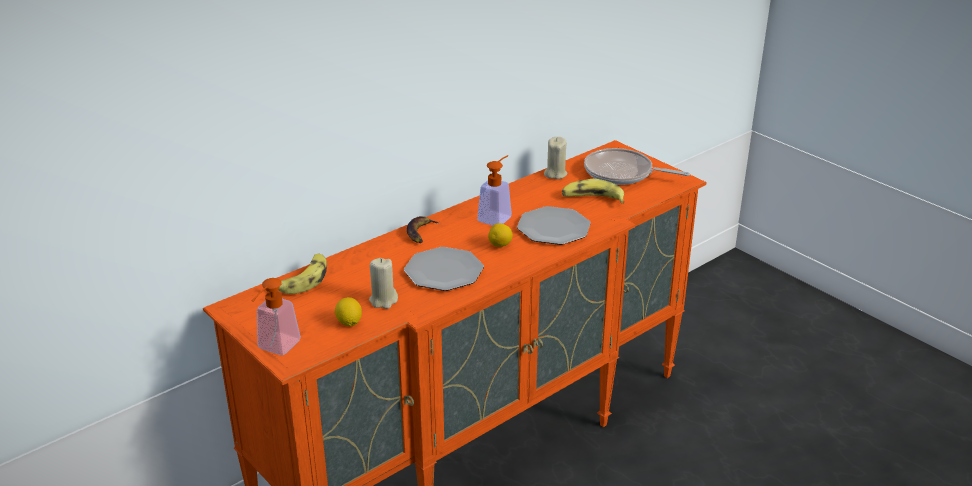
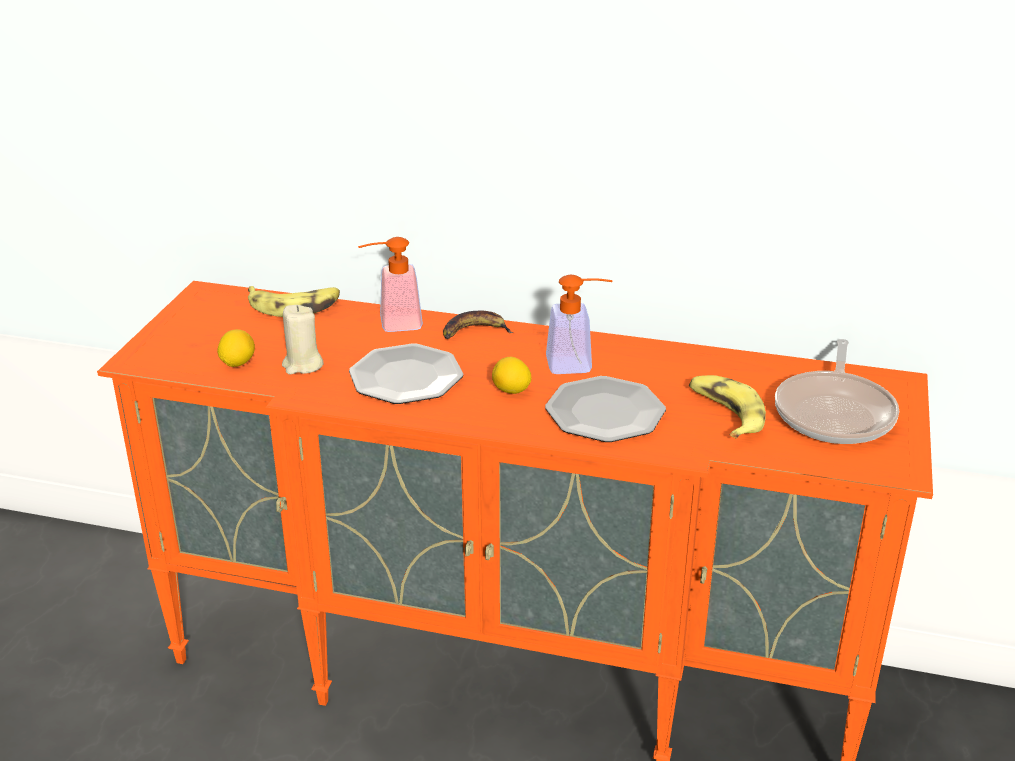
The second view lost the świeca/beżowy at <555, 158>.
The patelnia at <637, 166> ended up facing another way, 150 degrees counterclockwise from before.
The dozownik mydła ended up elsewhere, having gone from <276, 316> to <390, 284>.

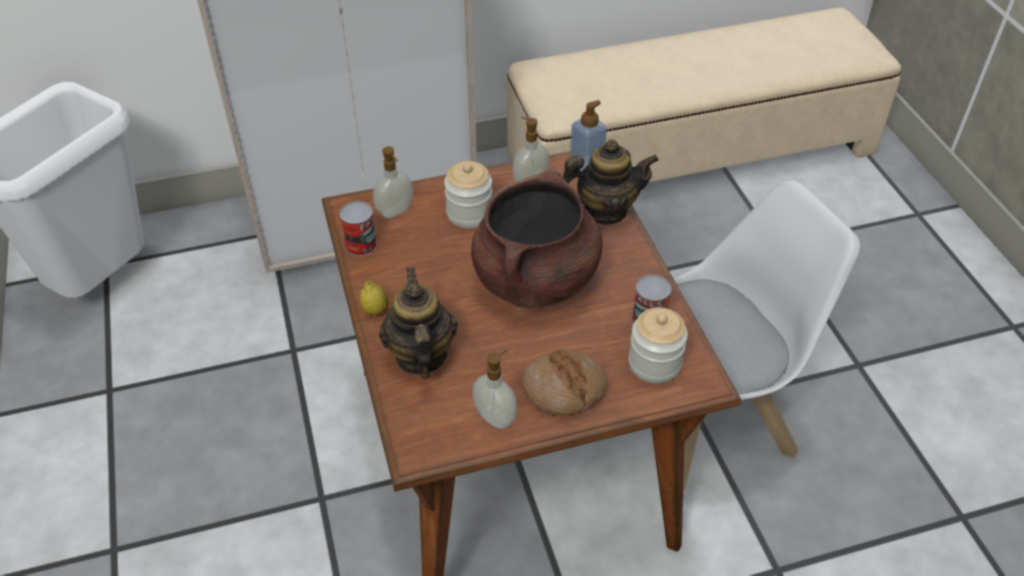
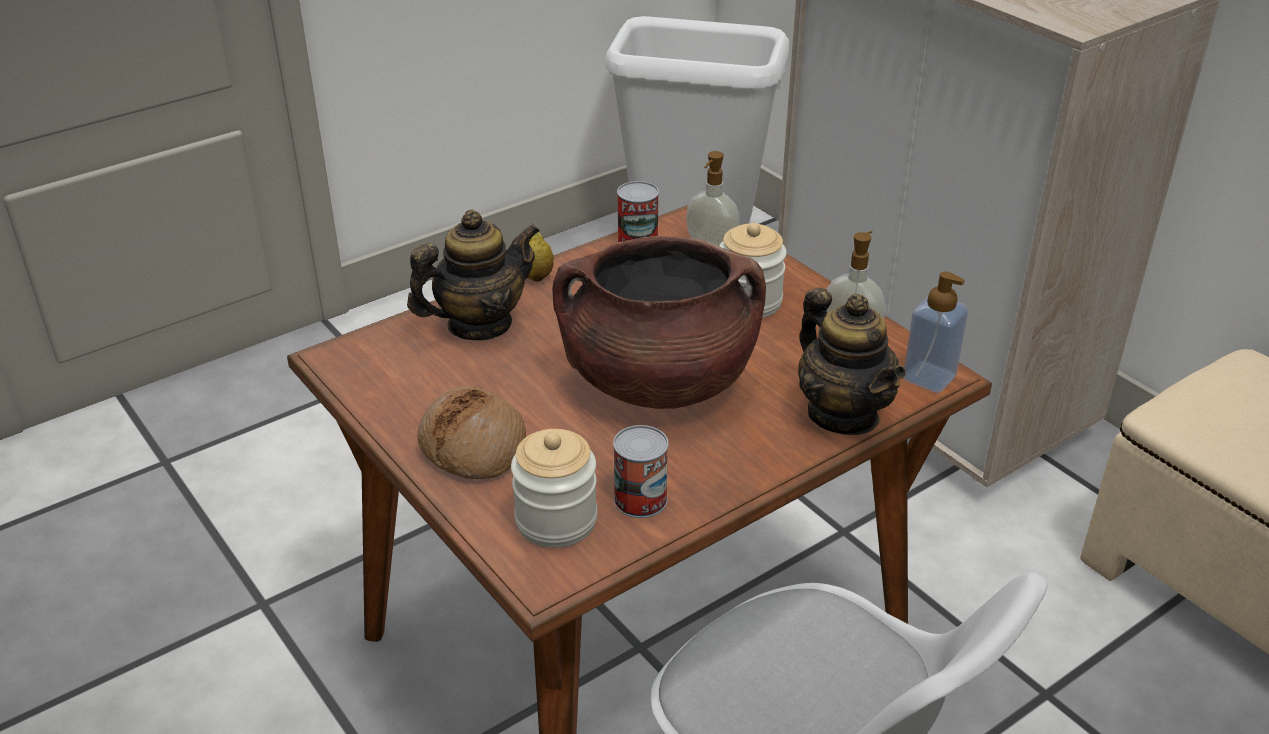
The second view lost the dozownik mydła at <495, 389>.

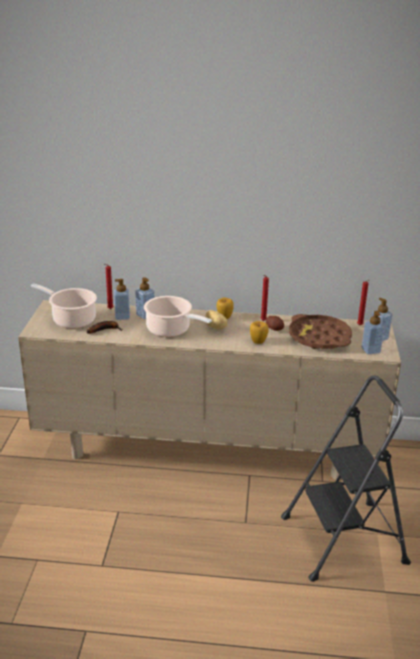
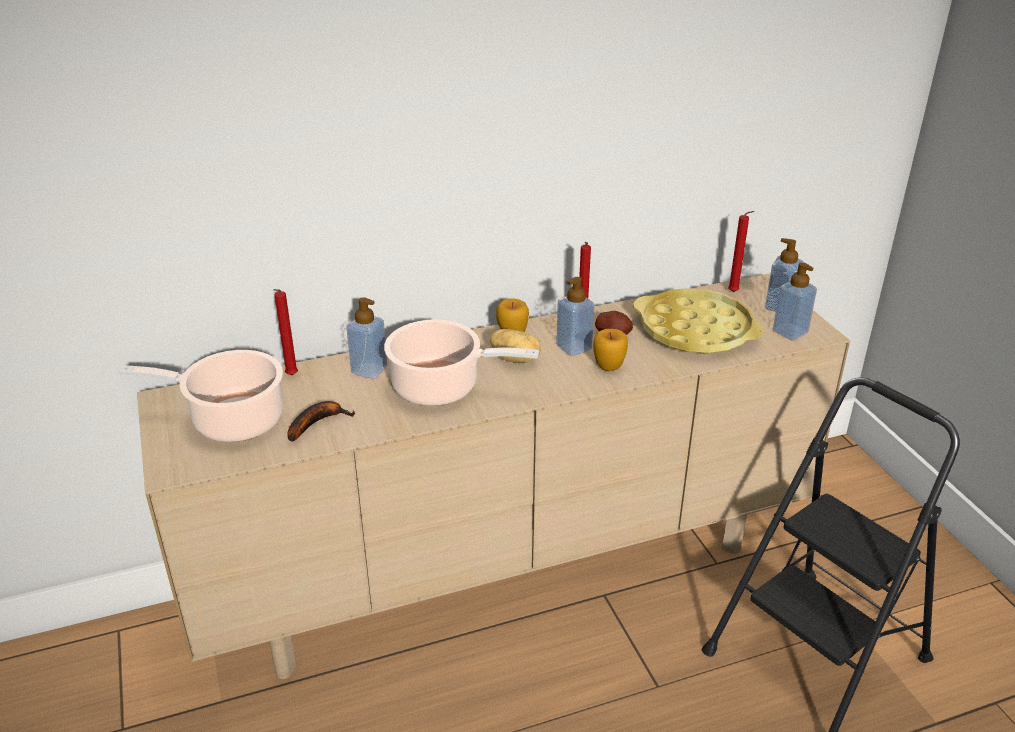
The dozownik mydła ended up elsewhere, having gone from <122, 299> to <575, 316>.
What was the taca/brązowy at <320, 331> turned into the taca/żółty at <698, 321>.

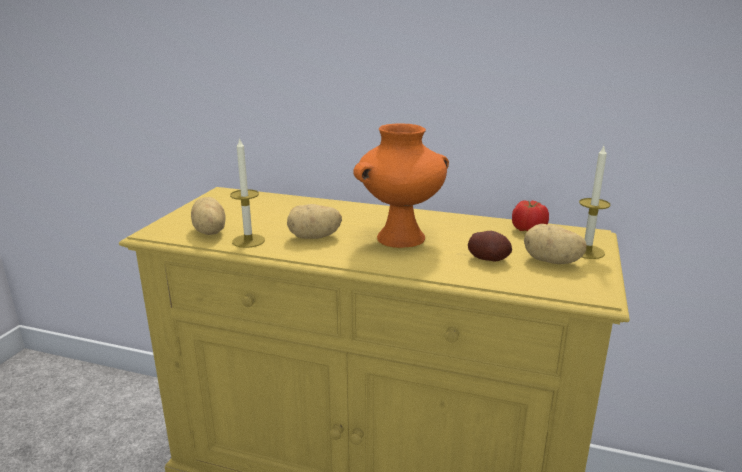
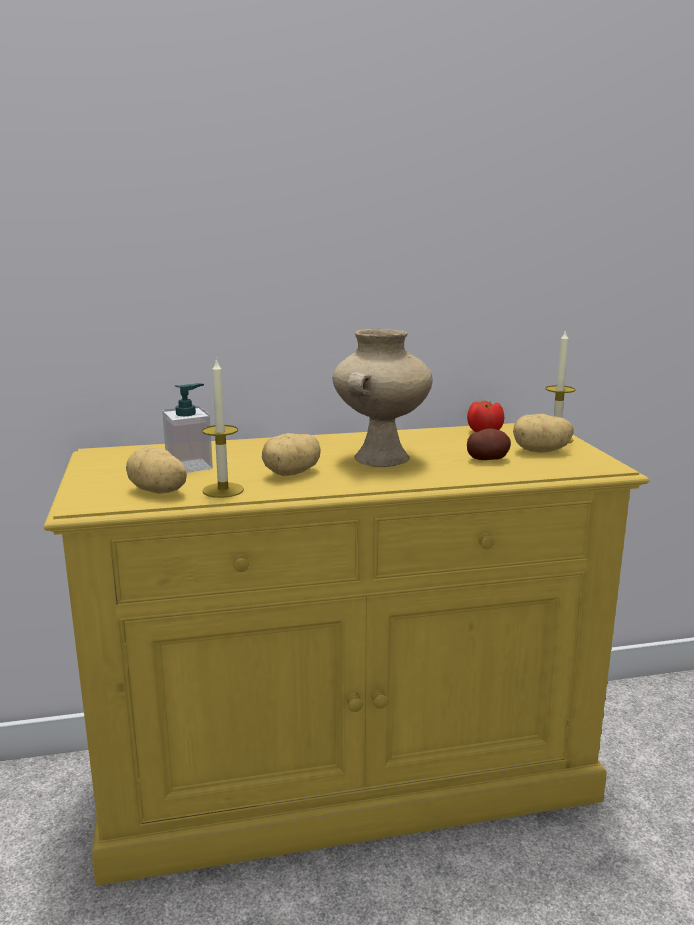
What was the wazon/pomarańczowy at <401, 185> turned into the wazon/beżowy at <383, 398>.
The second view gained the dozownik mydła at <187, 428>.

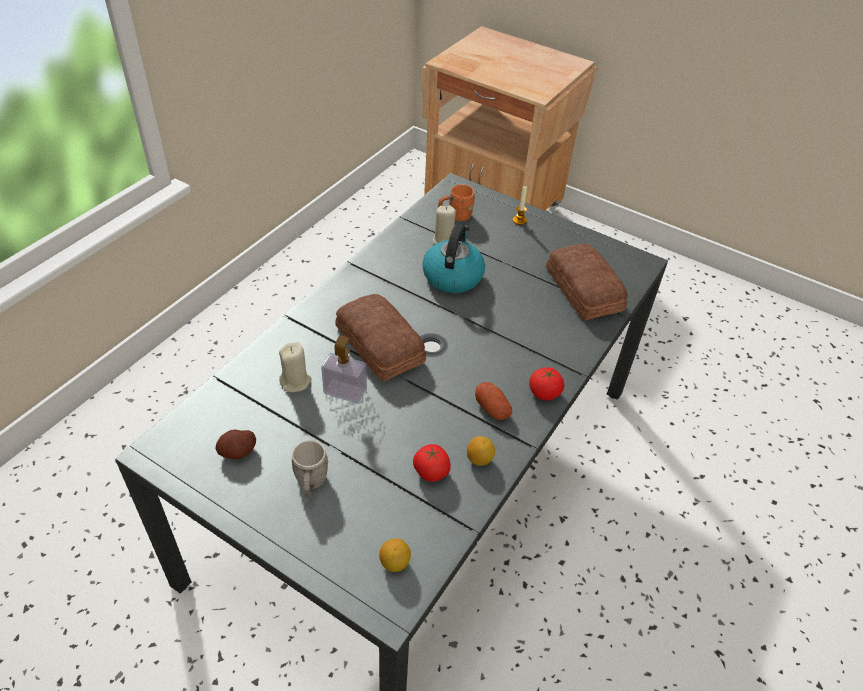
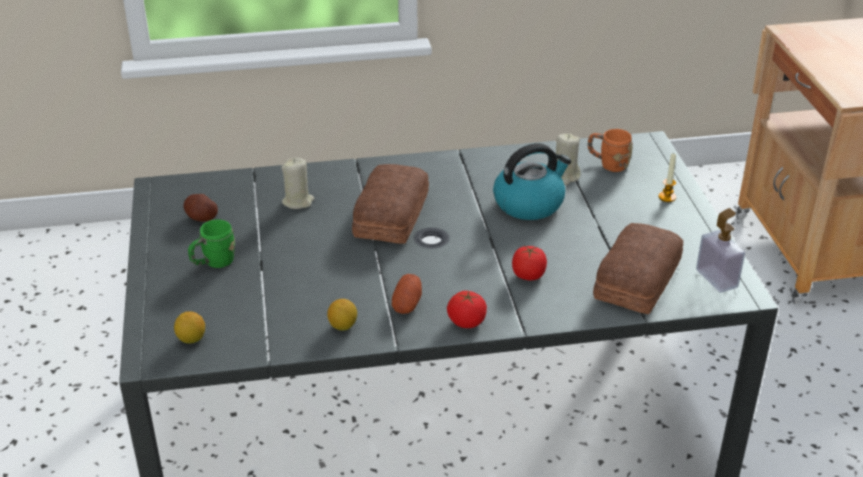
The dozownik mydła ended up elsewhere, having gone from <344, 369> to <720, 250>.
What was the kubek/szary at <310, 469> turned into the kubek/zielony at <211, 244>.
The pomidor ended up elsewhere, having gone from <432, 463> to <529, 263>.

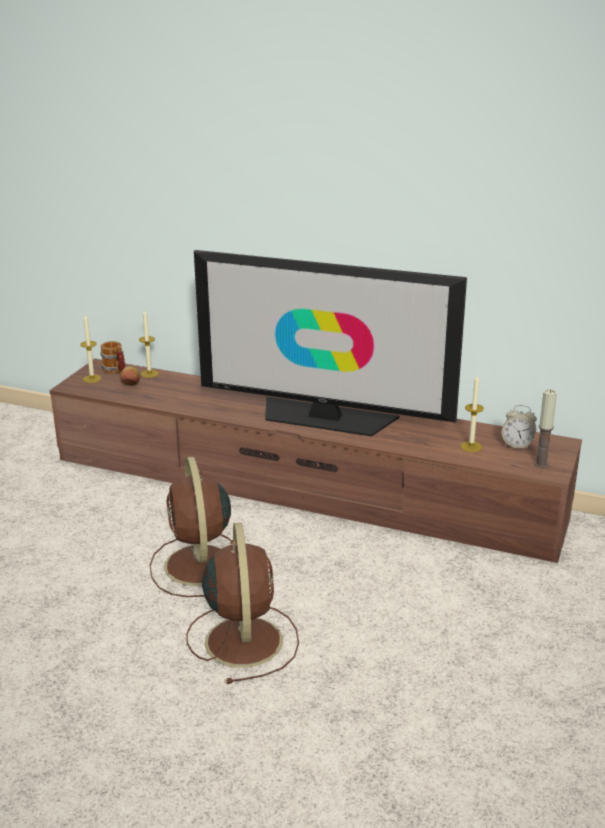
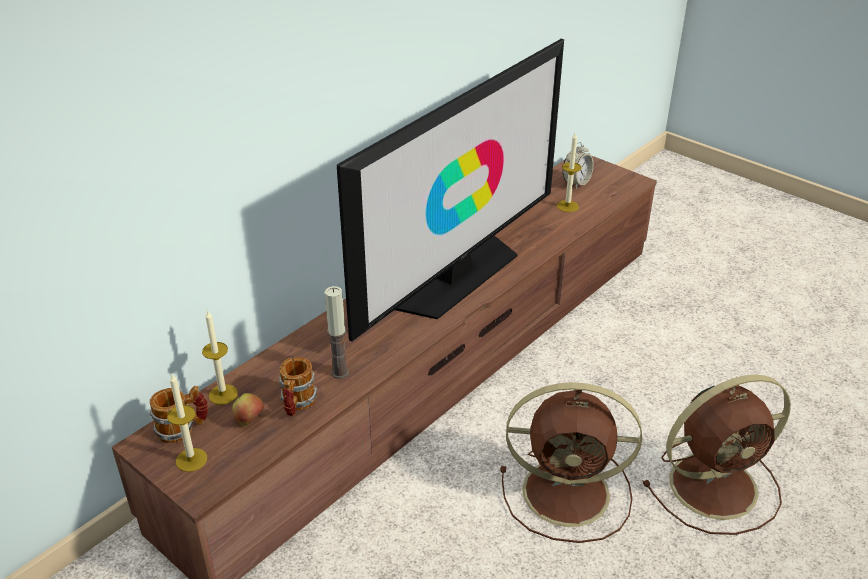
The świeca ended up elsewhere, having gone from <546, 428> to <337, 332>.
The wentylator/brązowy at <242, 603> ended up facing another way, 150 degrees clockwise from before.
The second view gained the kubek at <298, 387>.

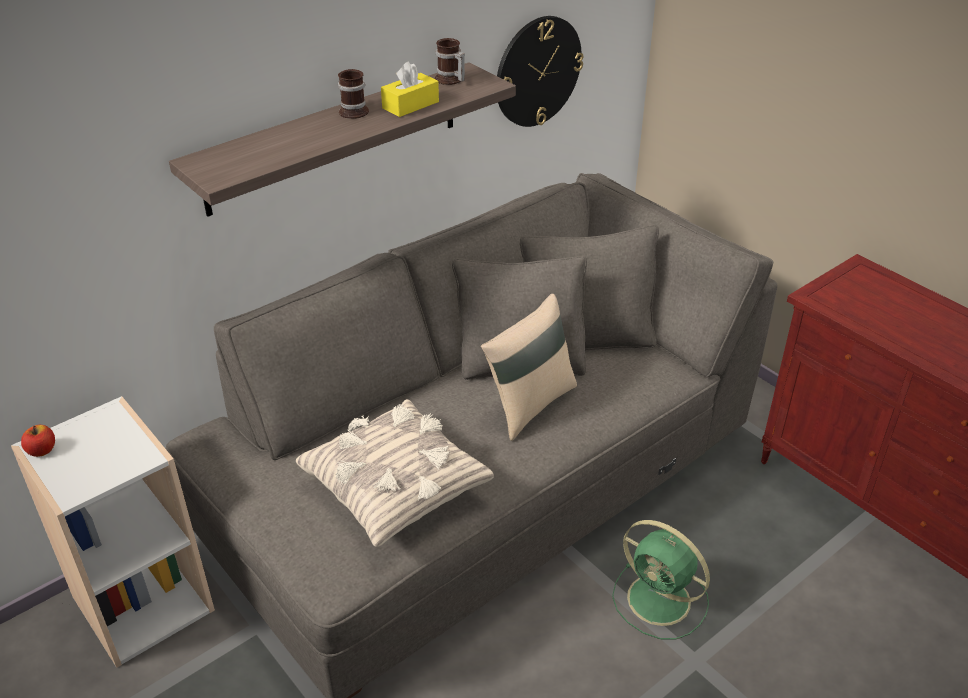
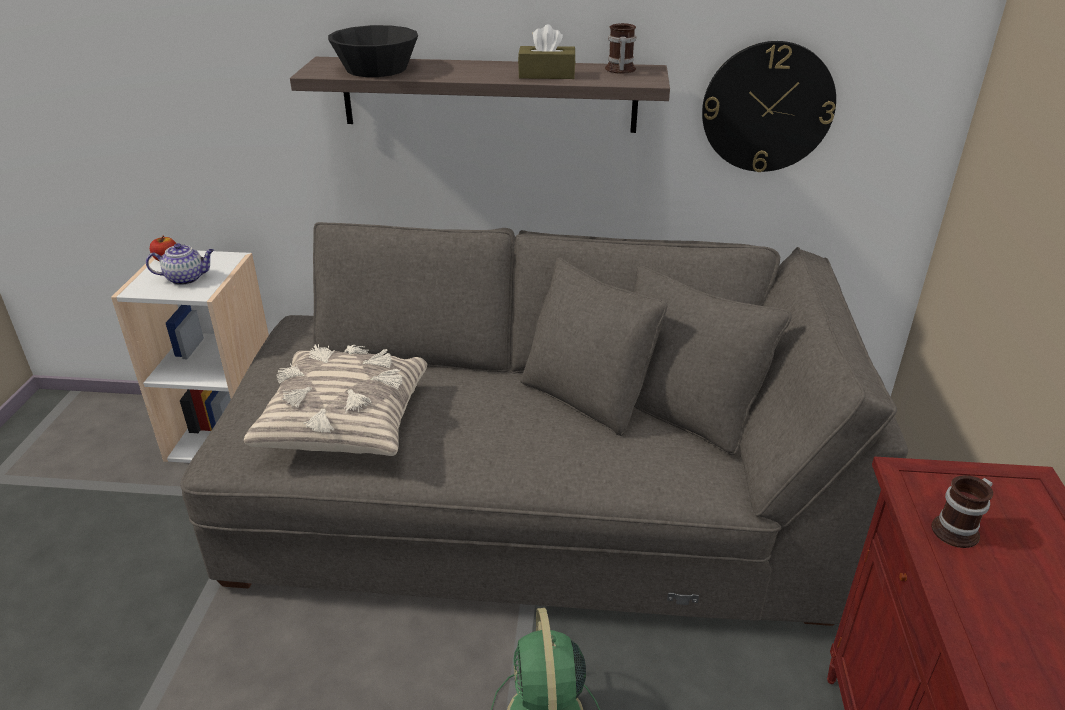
What was the pudełko chusteczek/żółty at <410, 89> turned into the pudełko chusteczek/brązowy at <547, 51>.
The kubek ended up elsewhere, having gone from <353, 94> to <962, 511>.
The second view lost the poduszka/beżowy at <529, 367>.
The second view gained the miska/czarny at <373, 51>.
The second view gained the imbryk at <180, 264>.

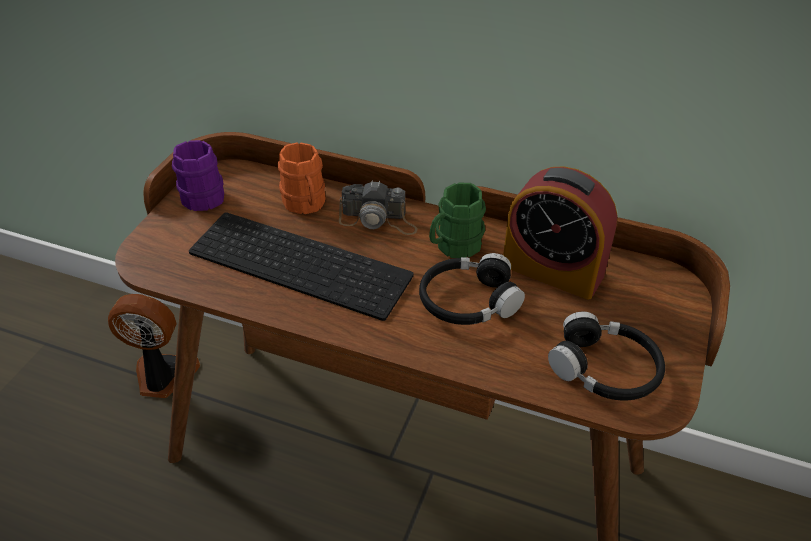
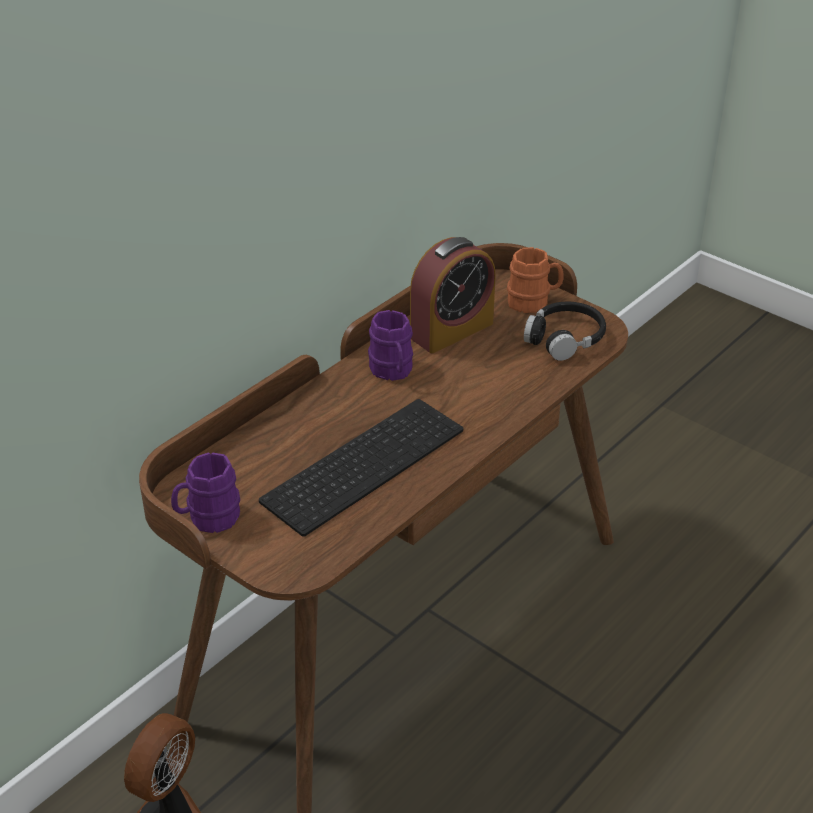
The kubek/pomarańczowy ended up elsewhere, having gone from <302, 178> to <535, 280>.
The second view lost the aparat fotograficzny at <378, 207>.
What was the kubek/zielony at <457, 220> turned into the kubek/fioletowy at <390, 345>.
The second view lost the słuchawki/czarny at <472, 289>.

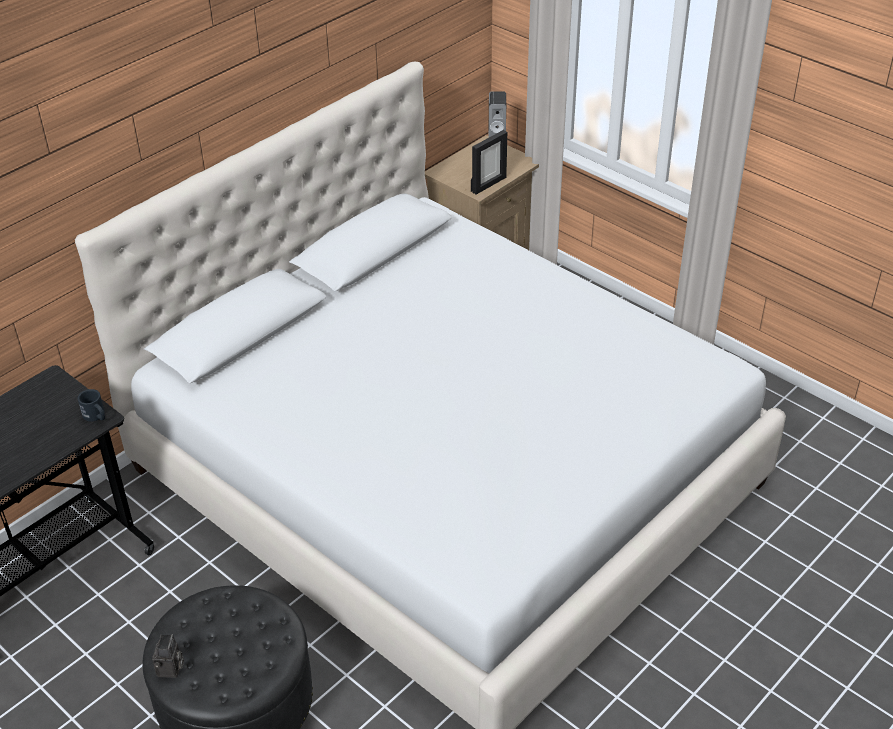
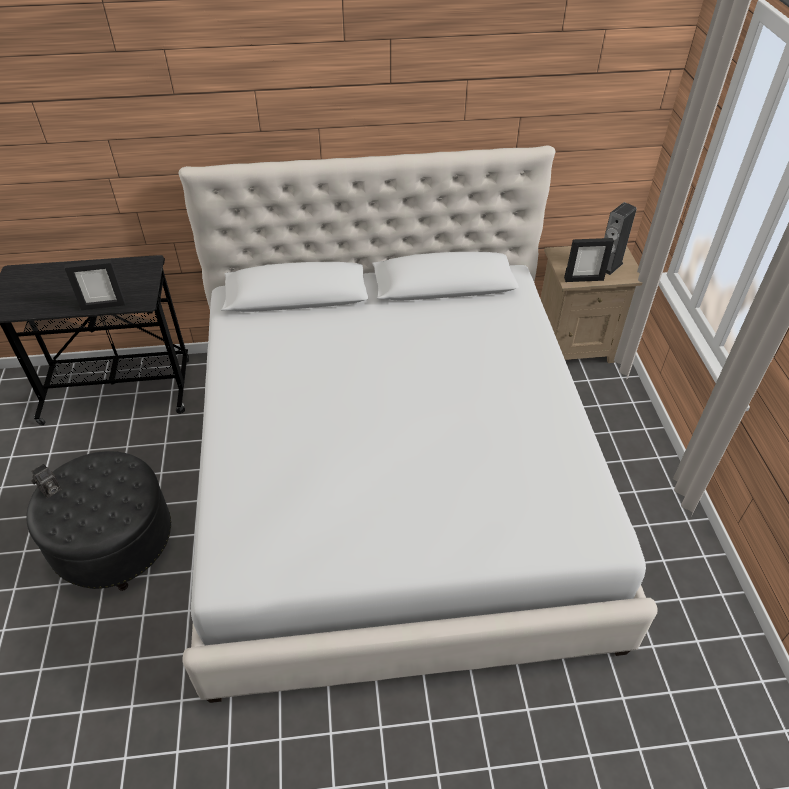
The second view lost the kubek/czarny at <91, 405>.
The second view gained the ramka na zdjęcie at <94, 285>.

